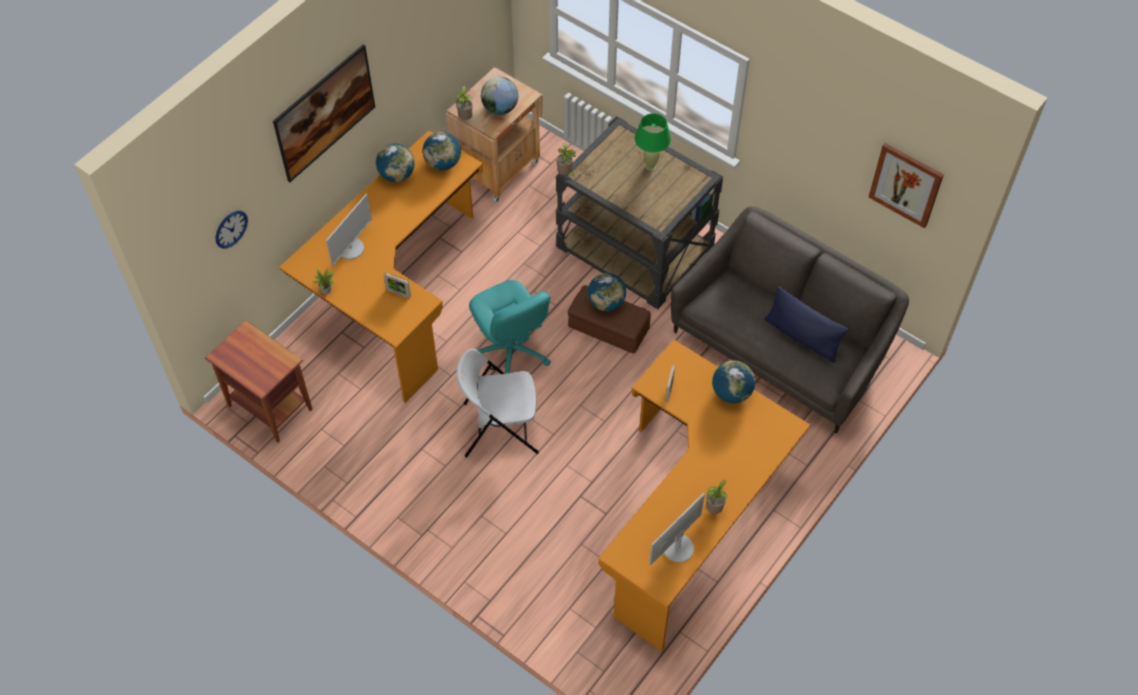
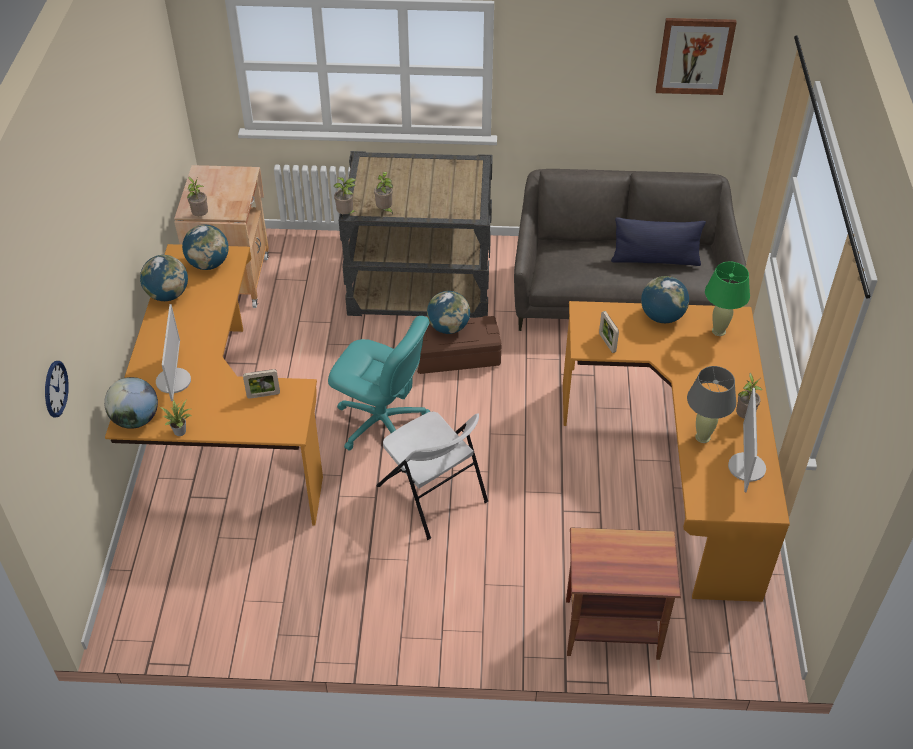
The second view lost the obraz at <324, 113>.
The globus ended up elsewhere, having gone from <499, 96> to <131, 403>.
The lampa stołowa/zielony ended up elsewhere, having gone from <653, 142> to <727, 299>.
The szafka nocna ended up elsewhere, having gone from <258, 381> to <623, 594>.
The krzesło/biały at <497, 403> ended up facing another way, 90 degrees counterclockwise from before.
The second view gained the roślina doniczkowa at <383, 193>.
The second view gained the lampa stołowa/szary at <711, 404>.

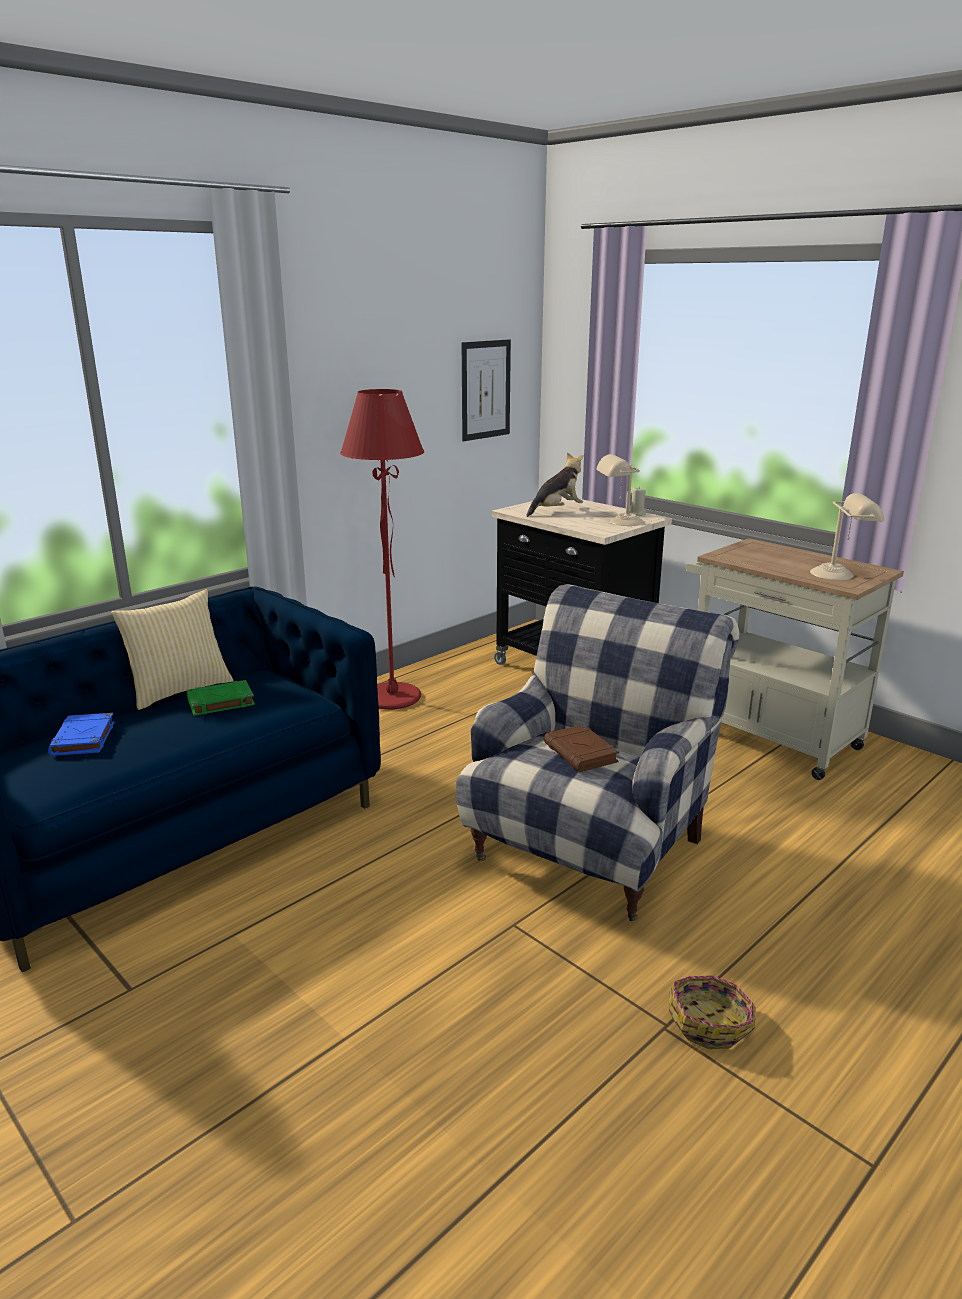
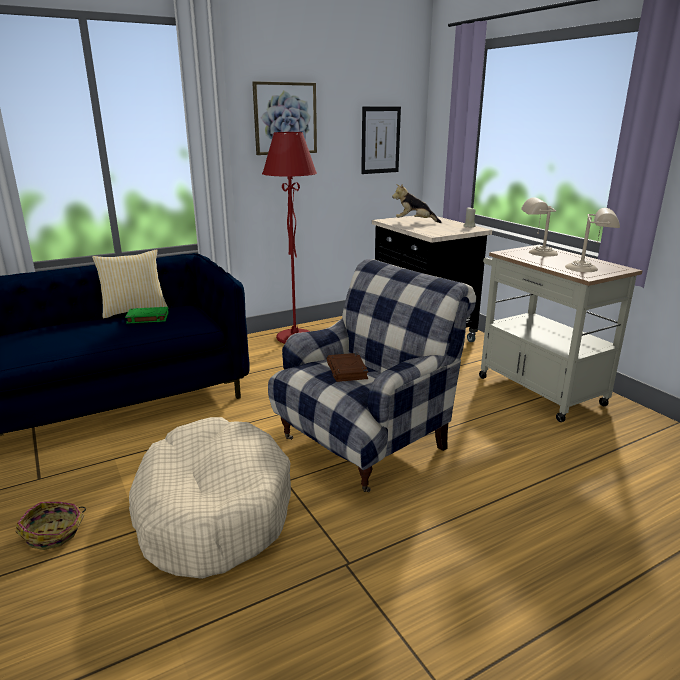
The pluszak at <555, 484> ended up facing another way, 150 degrees counterclockwise from before.
The lampa stołowa/beżowy ended up elsewhere, having gone from <620, 490> to <539, 226>.
The second view lost the książka/niebieski at <81, 734>.
The koszyk ended up elsewhere, having gone from <712, 1012> to <51, 526>.
The second view gained the obraz at <284, 118>.
The second view gained the legowisko/beżowy at <210, 498>.

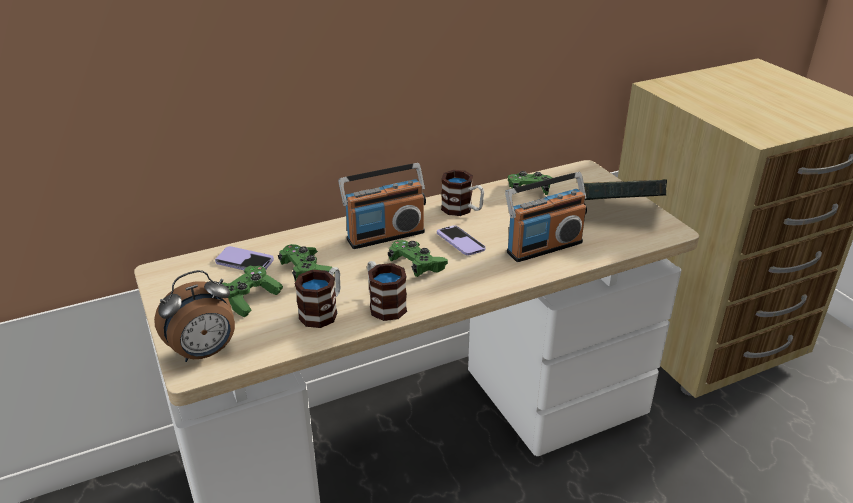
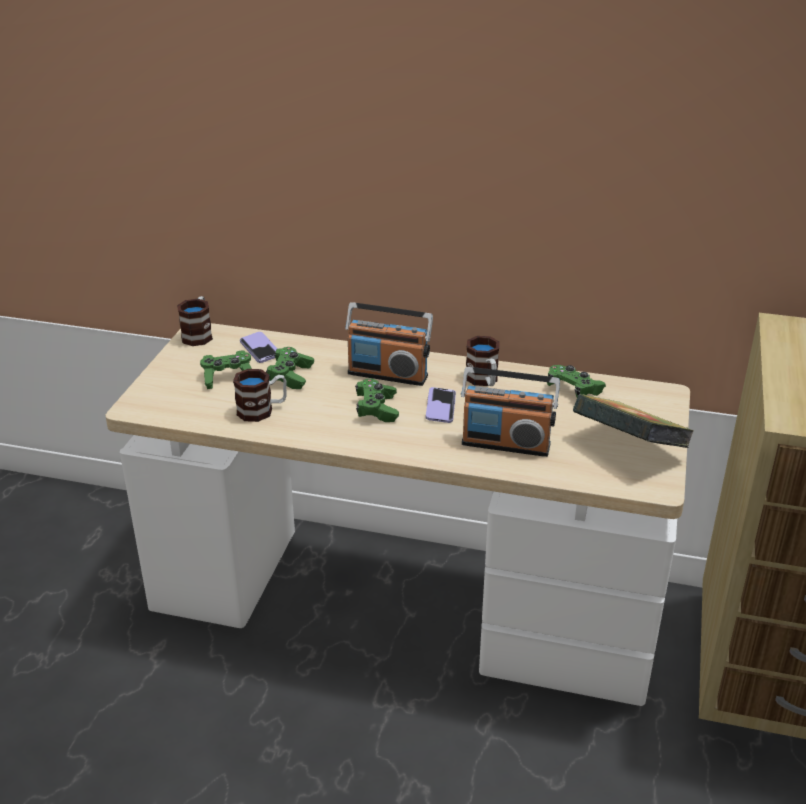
The kubek ended up elsewhere, having gone from <387, 291> to <195, 321>.
The second view lost the budzik at <194, 316>.

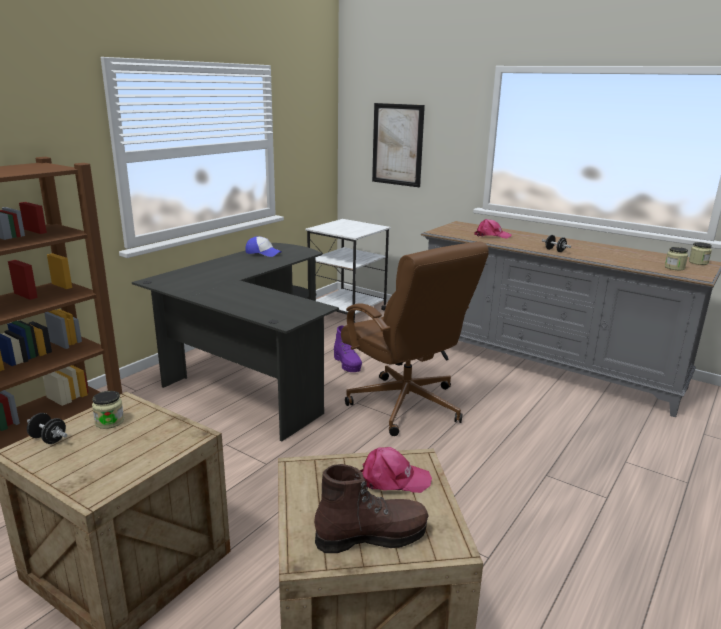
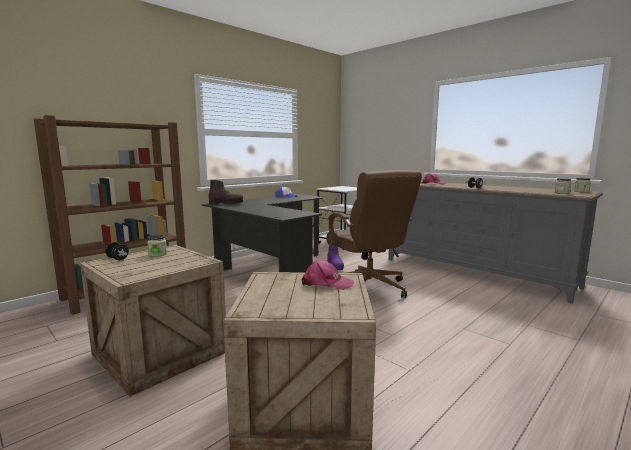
The second view lost the obraz at <398, 145>.
The but z cholewką/brązowy ended up elsewhere, having gone from <371, 508> to <226, 192>.

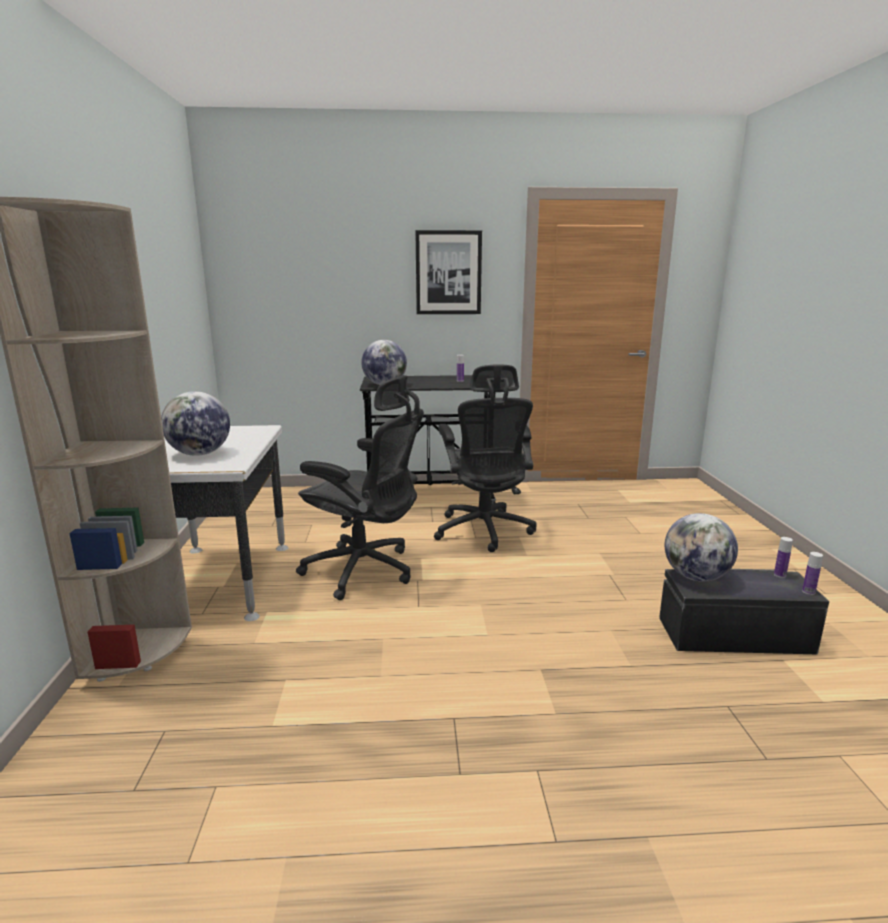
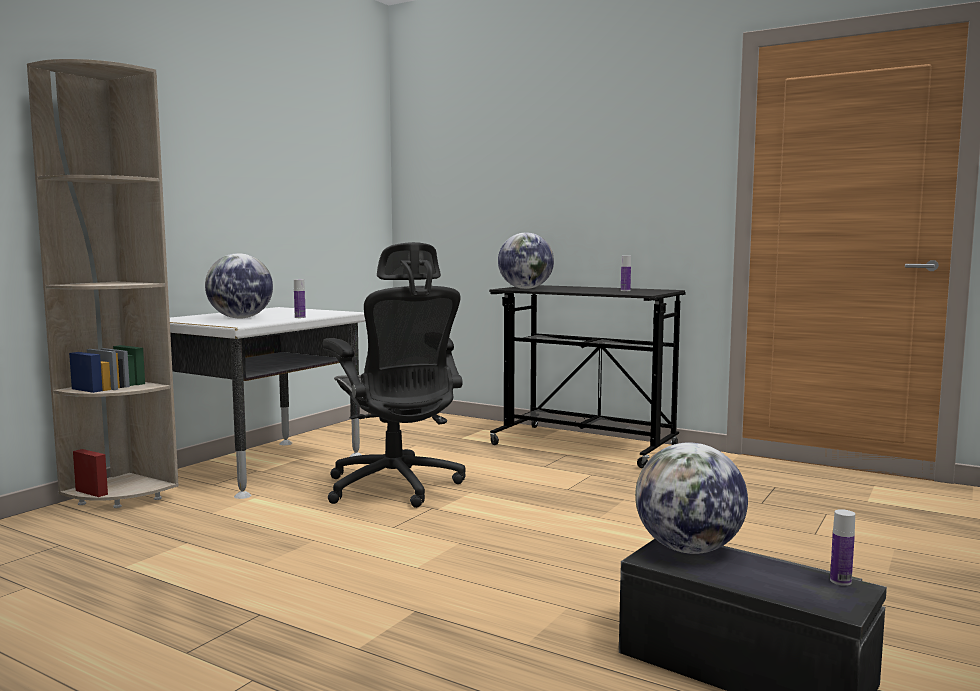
The second view lost the obraz at <448, 272>.
The second view lost the krzesło biurowe at <485, 458>.
The butelka ended up elsewhere, having gone from <812, 573> to <300, 298>.

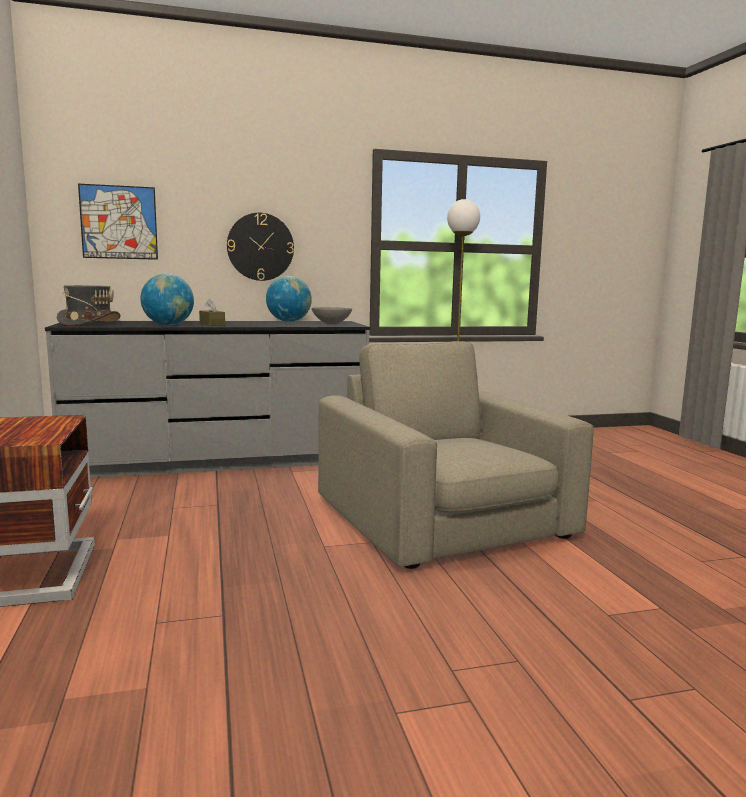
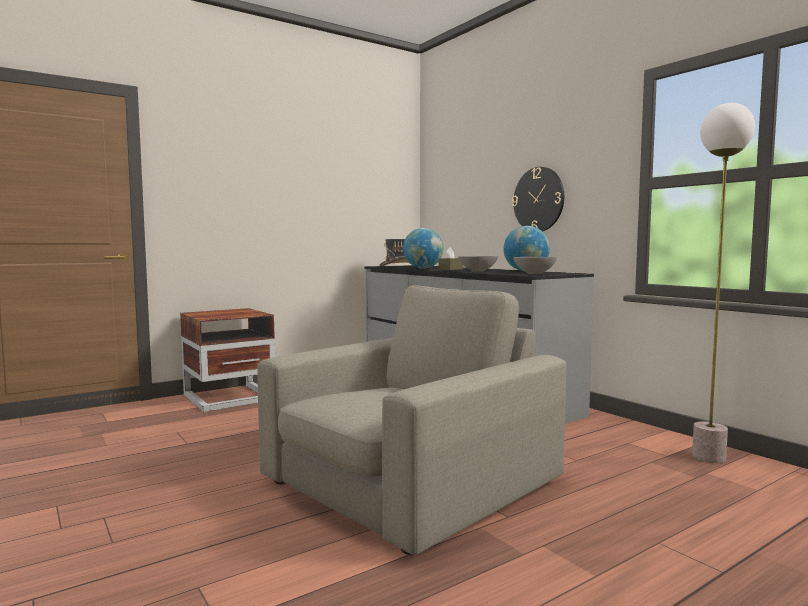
The second view lost the obraz at <118, 222>.
The second view gained the miska/szary at <478, 264>.

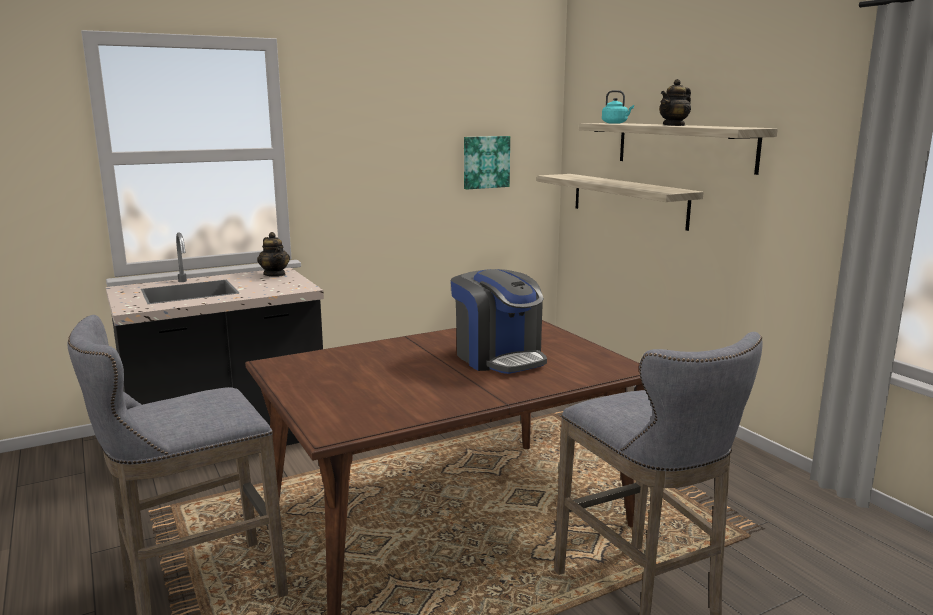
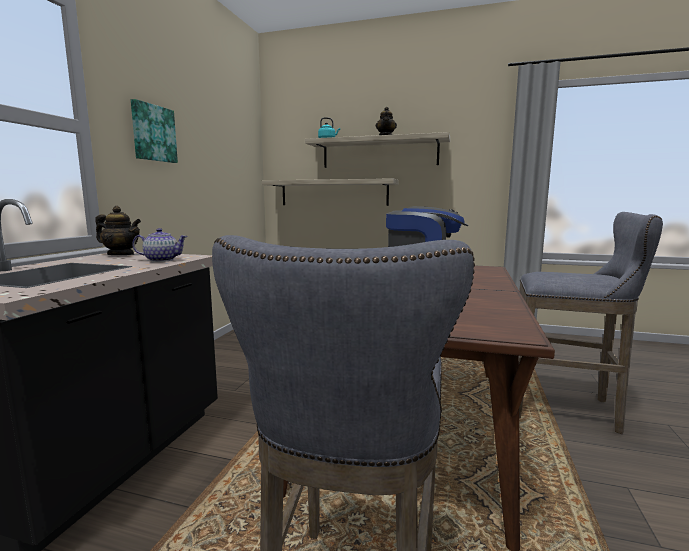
The obraz ended up elsewhere, having gone from <487, 162> to <154, 131>.
The second view gained the imbryk at <160, 245>.

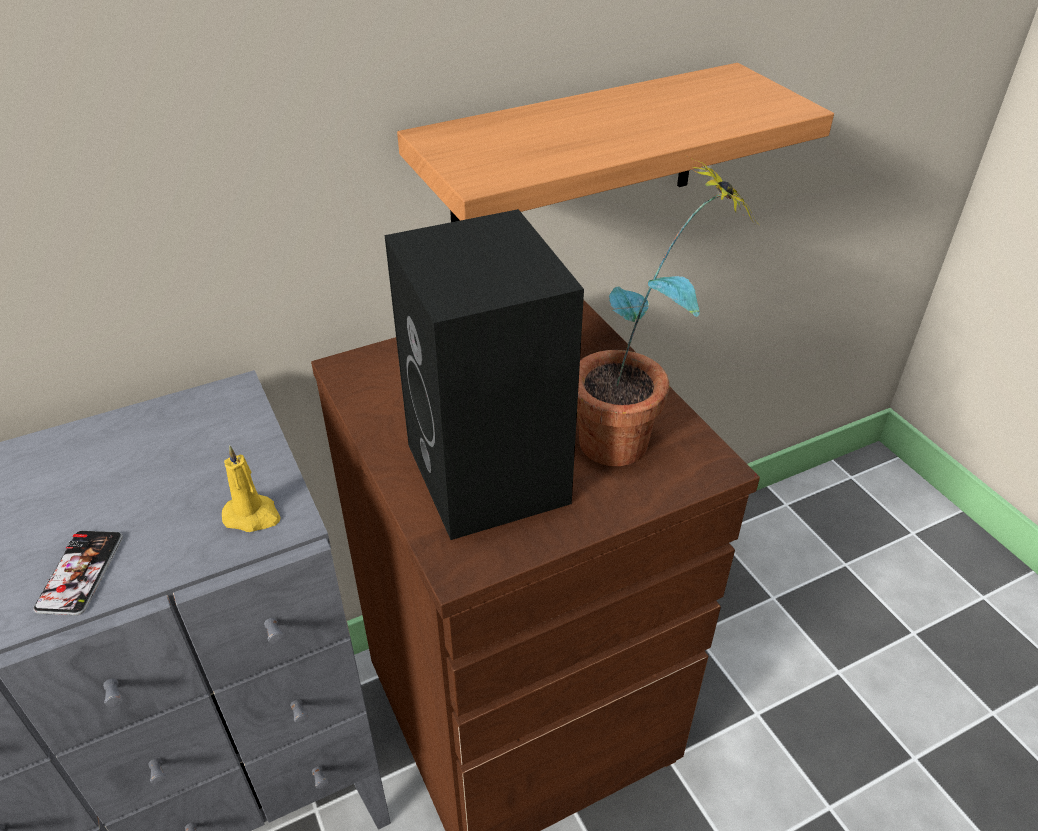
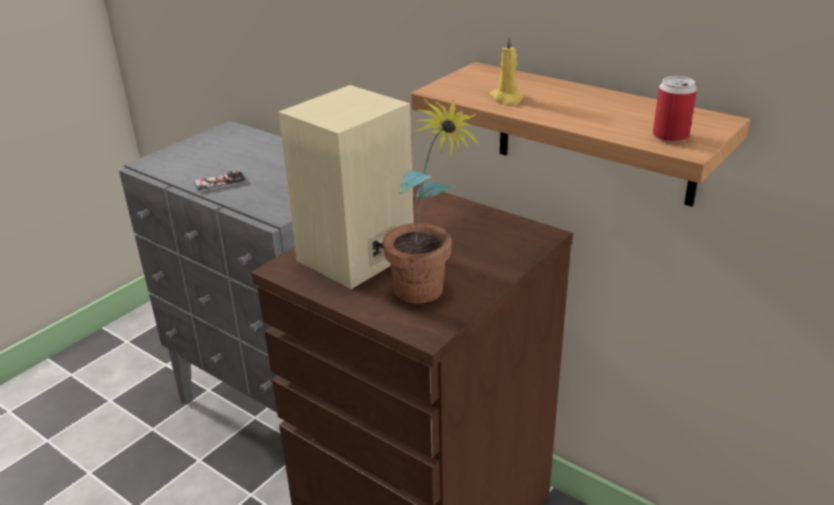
What was the głośnik/czarny at <484, 374> turned into the głośnik/beżowy at <346, 187>.
The świeca/żółty ended up elsewhere, having gone from <251, 489> to <506, 69>.
The second view gained the puszka at <675, 109>.

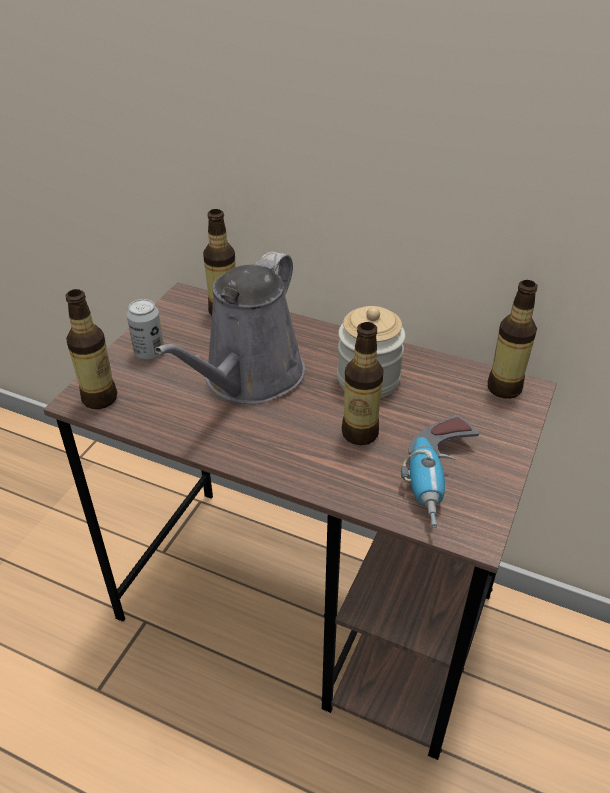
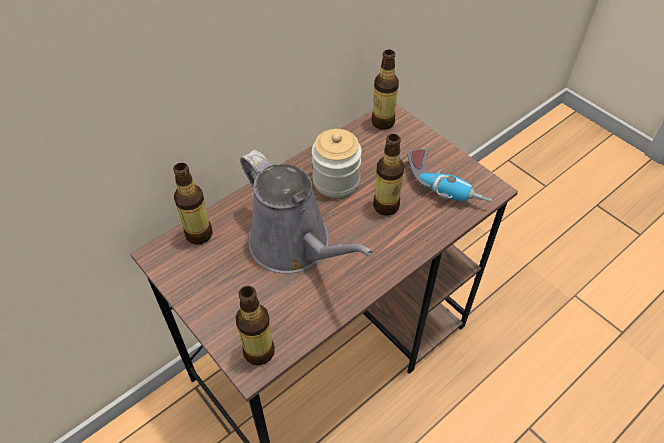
The second view lost the puszka at <145, 329>.

